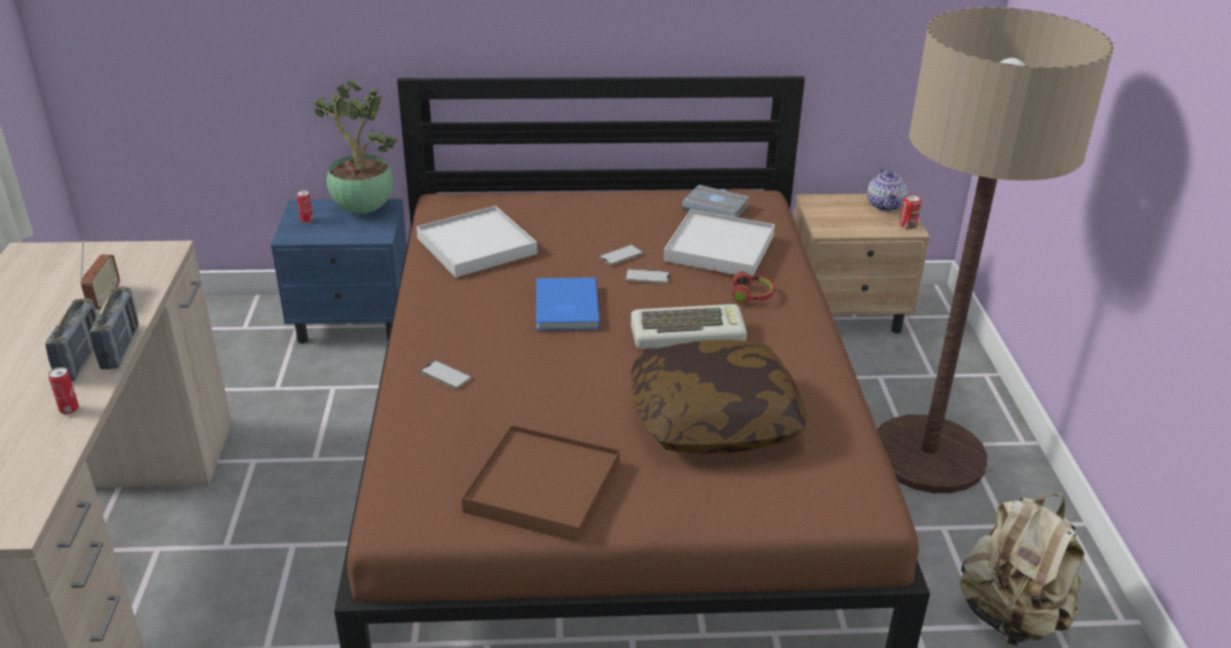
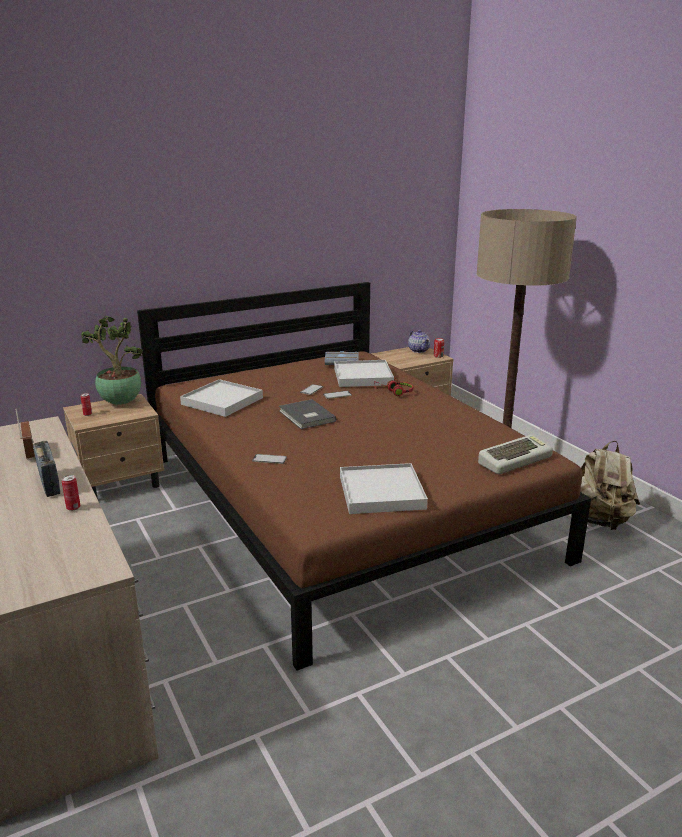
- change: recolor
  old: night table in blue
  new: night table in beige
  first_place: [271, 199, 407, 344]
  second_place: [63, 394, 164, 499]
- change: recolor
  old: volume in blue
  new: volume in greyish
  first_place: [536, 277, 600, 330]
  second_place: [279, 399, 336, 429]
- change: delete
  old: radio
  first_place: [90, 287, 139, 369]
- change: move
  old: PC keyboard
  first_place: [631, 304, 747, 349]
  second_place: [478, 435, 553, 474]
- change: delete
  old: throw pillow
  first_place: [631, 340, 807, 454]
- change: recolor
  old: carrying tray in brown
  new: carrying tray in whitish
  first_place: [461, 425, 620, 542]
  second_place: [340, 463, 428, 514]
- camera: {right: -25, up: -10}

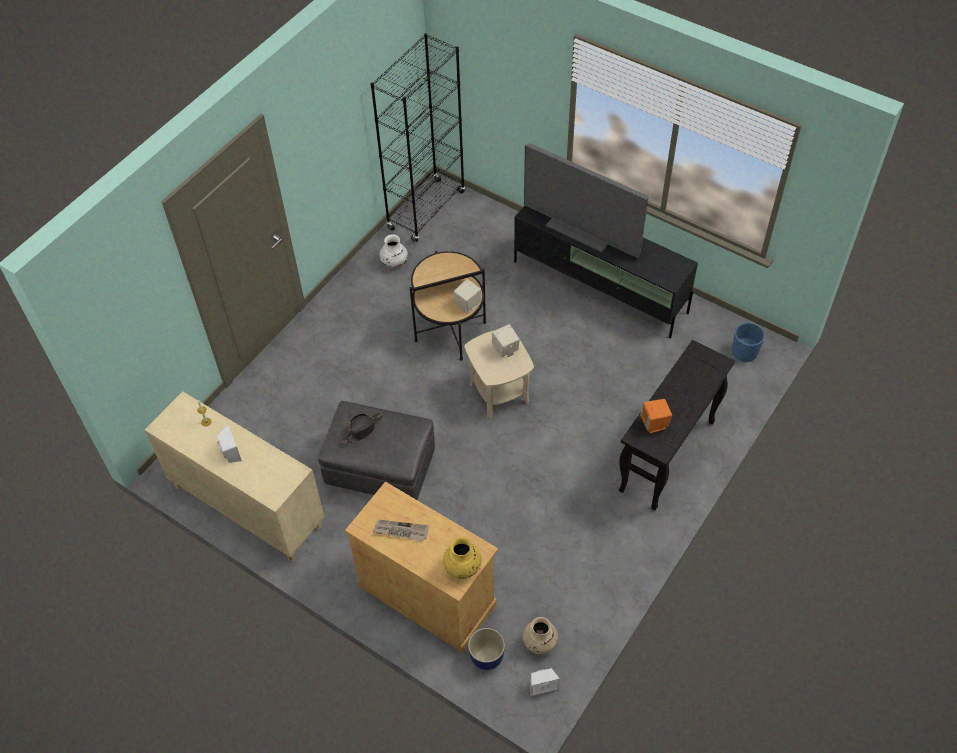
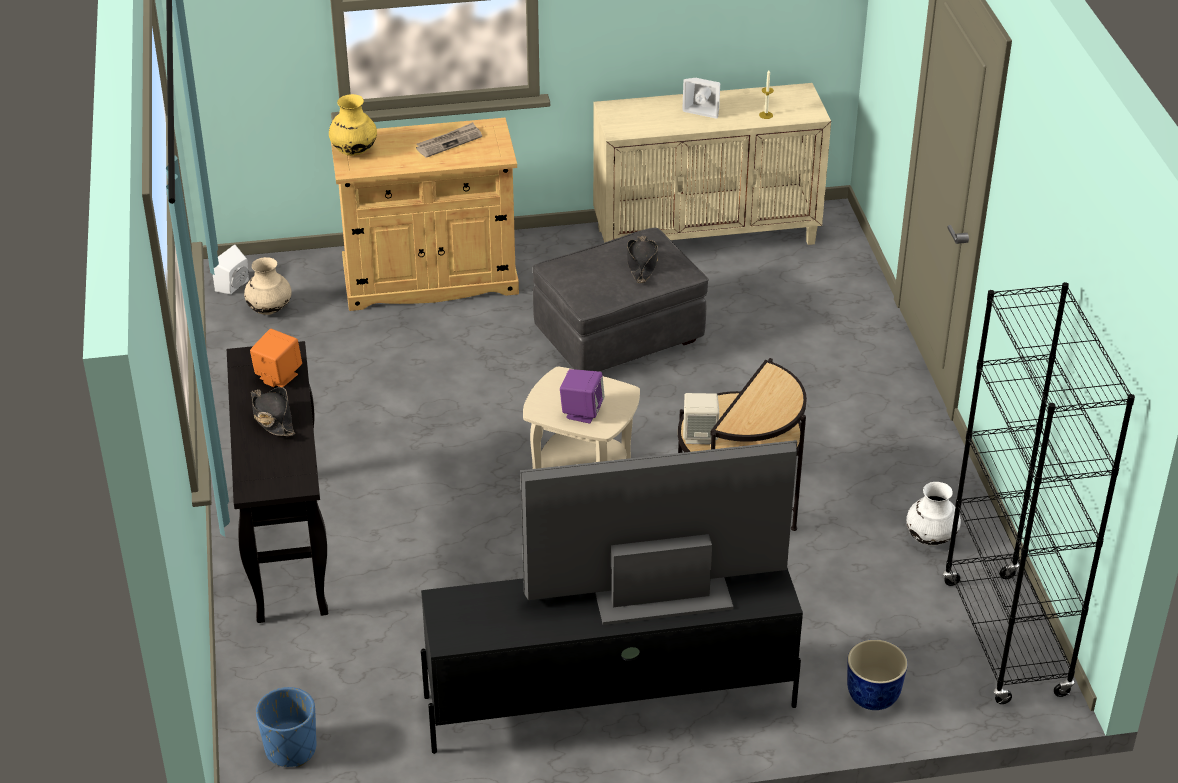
- change: recolor
  old: audio speaker in beige
  new: audio speaker in purple
  first_place: [492, 324, 520, 358]
  second_place: [560, 369, 605, 424]
- change: move
  old: flower pot
  first_place: [468, 628, 505, 670]
  second_place: [847, 640, 908, 710]
- change: insert
  new: clothing hat in black-coloured
  second_place: [251, 387, 295, 437]
- camera: {right: 135, up: -15}

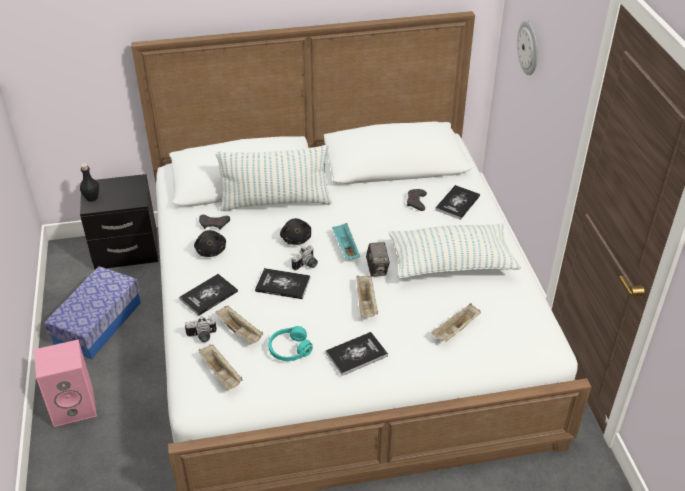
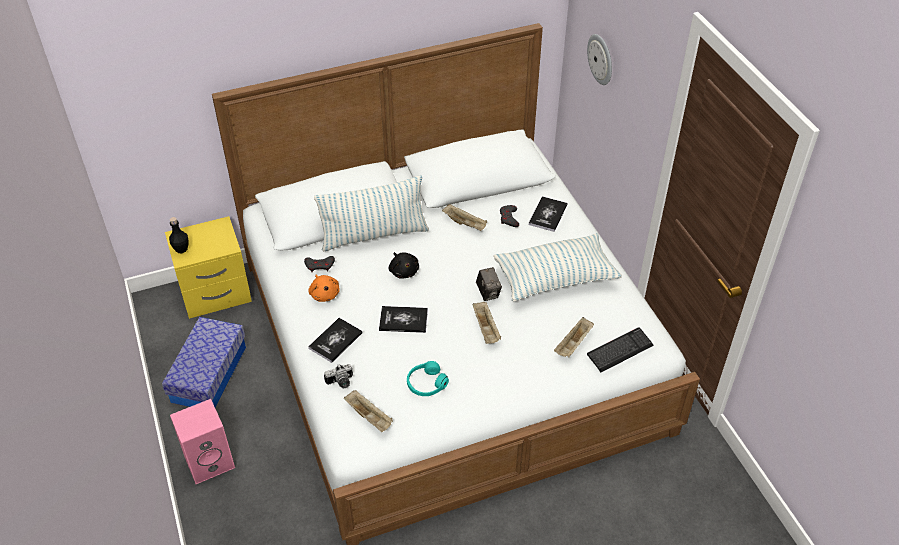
- change: recolor
  old: night table in black-coloured
  new: night table in yellowish
  first_place: [80, 174, 158, 269]
  second_place: [165, 216, 252, 319]
- change: delete
  old: carrying tray in turquoise-coloured
  first_place: [332, 223, 360, 259]
- change: recolor
  old: soft toy in black-coloured
  new: soft toy in orange-coloured
  first_place: [194, 230, 226, 257]
  second_place: [308, 274, 340, 302]
- change: delete
  old: photo camera
  first_place: [292, 245, 318, 270]
- change: move
  old: carrying tray in beige
  first_place: [215, 306, 263, 344]
  second_place: [442, 204, 487, 231]
- change: delete
  old: volume
  first_place: [326, 332, 388, 376]
- change: insert
  new: PC keyboard
  second_place: [587, 327, 654, 372]
- camera: {right: -10, up: 5}

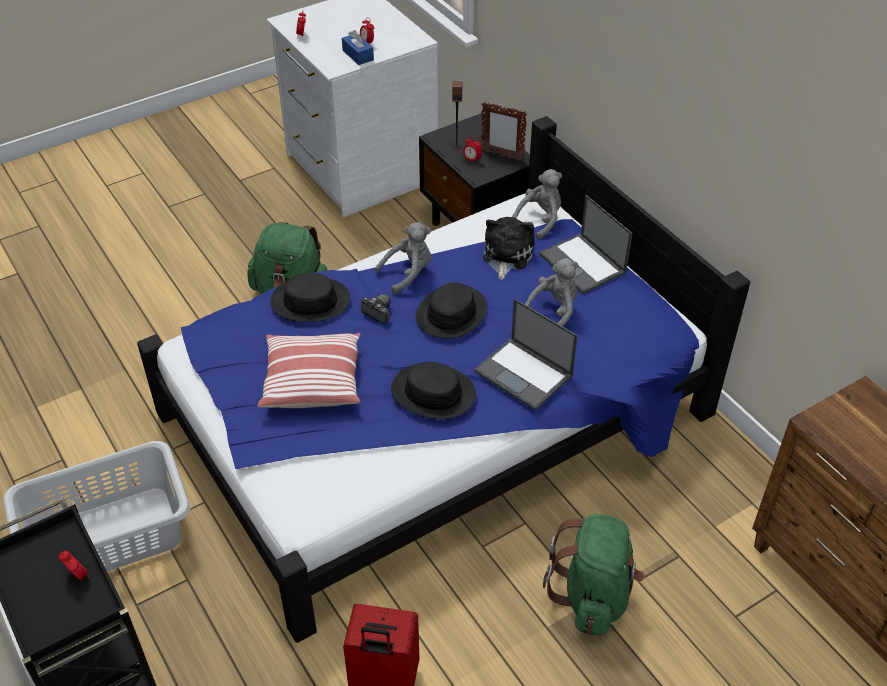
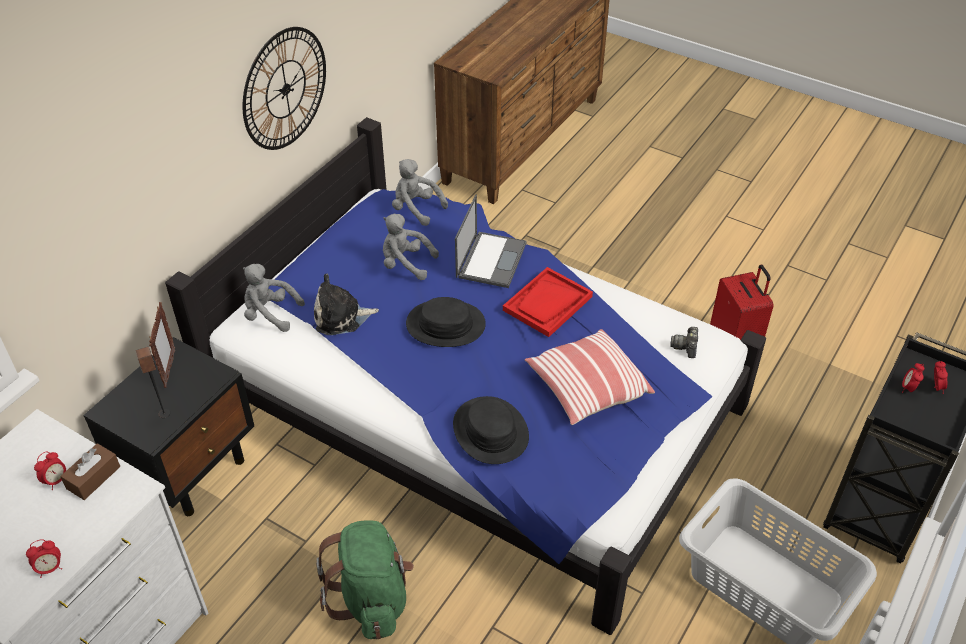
- change: recolor
  old: tissue holder in blue
  new: tissue holder in brown
  first_place: [342, 30, 374, 65]
  second_place: [60, 443, 120, 500]
- change: move
  old: table clock
  first_place: [463, 136, 482, 163]
  second_place: [934, 361, 948, 394]
- change: delete
  old: laptop
  first_place: [539, 195, 632, 294]
- change: move
  old: soft toy in greyish
  first_place: [375, 222, 431, 294]
  second_place: [392, 159, 448, 226]
- change: move
  old: photo camera
  first_place: [361, 294, 391, 324]
  second_place: [670, 327, 698, 358]
- change: replace
  old: clothing hat in black-coloured
  new: carrying tray in red
  first_place: [391, 362, 476, 419]
  second_place: [503, 267, 593, 337]
- change: delete
  old: rucksack in greenish
  first_place: [543, 514, 645, 636]
- change: insert
  new: hanging clock
  second_place: [243, 27, 326, 150]
- camera: {right: -115, up: 0}

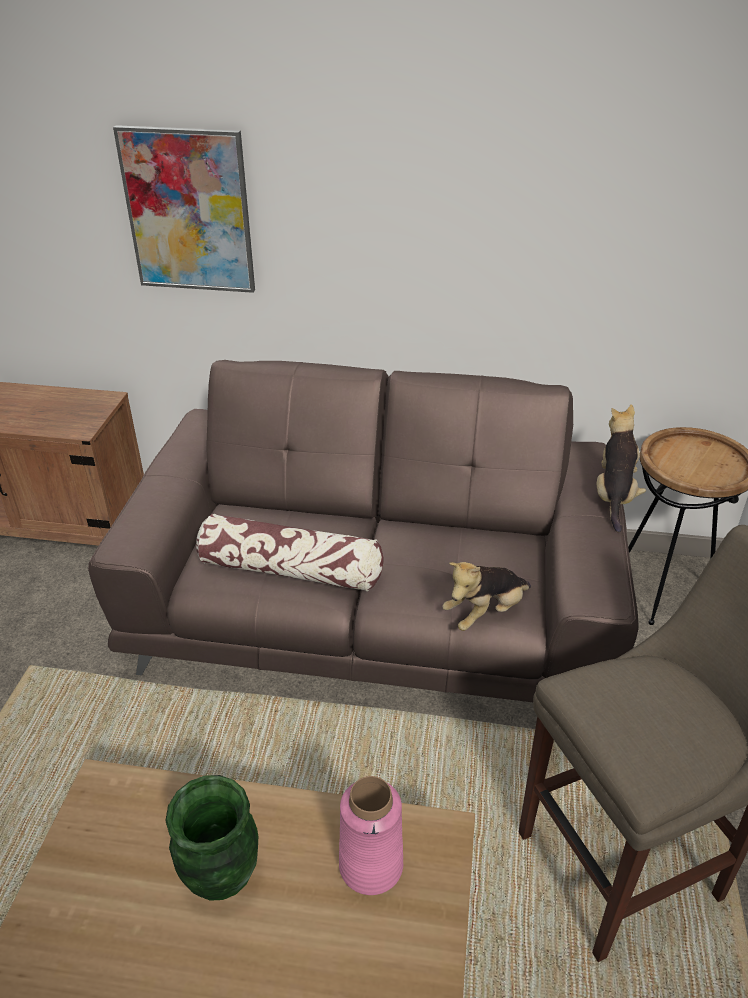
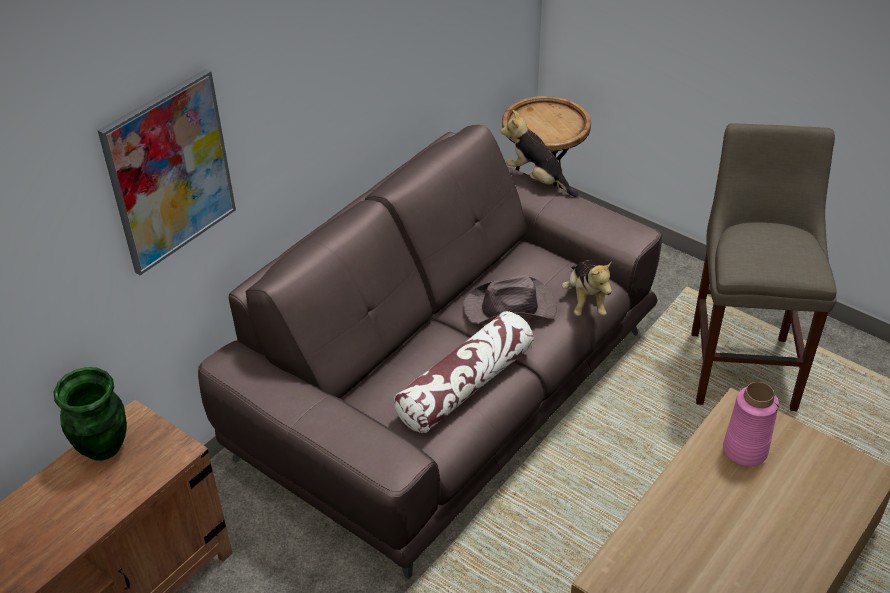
- change: move
  old: decorative vase in greenish
  first_place: [166, 775, 258, 901]
  second_place: [54, 367, 127, 461]
- change: insert
  new: clothing hat in brown
  second_place: [463, 275, 557, 324]
- camera: {right: -60, up: 5}

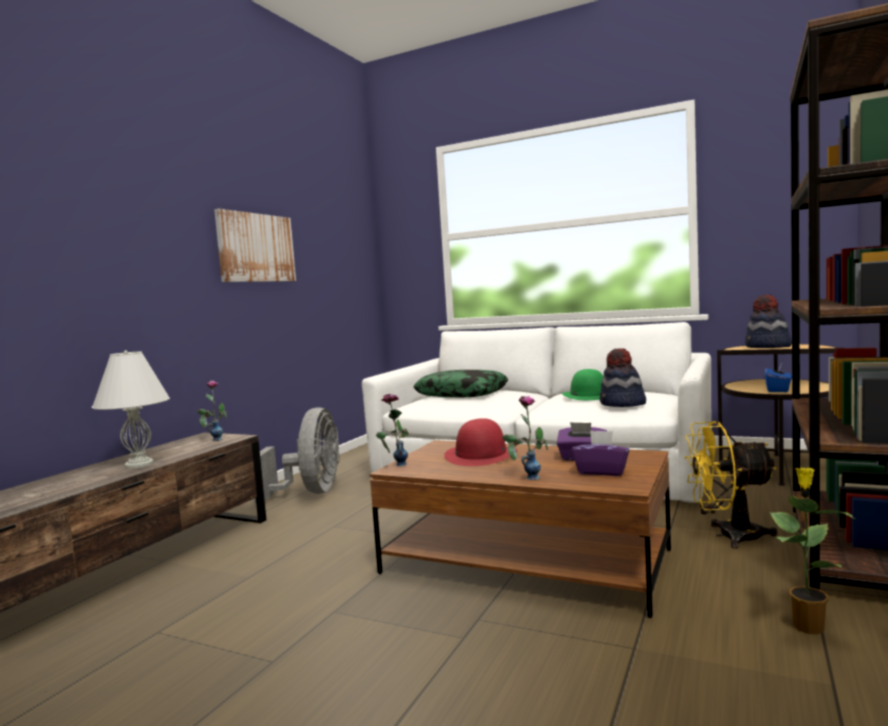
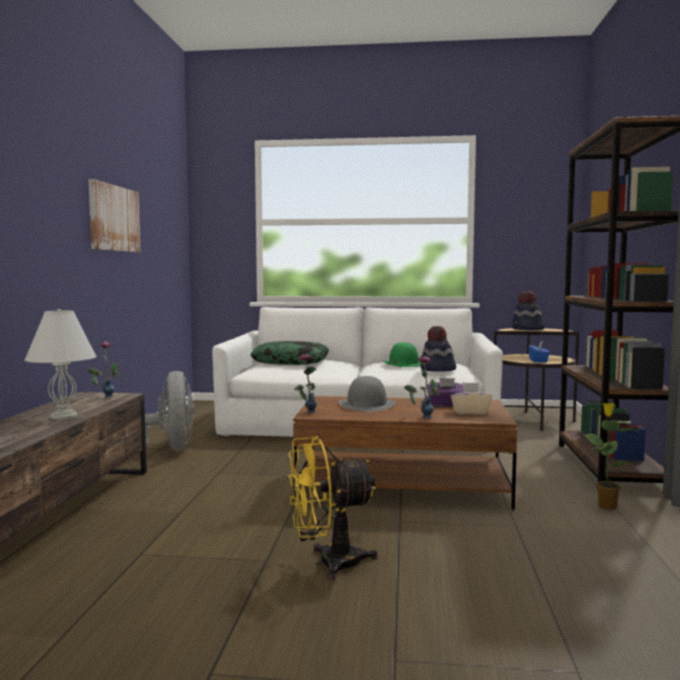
- change: recolor
  old: clothing hat in red
  new: clothing hat in greyish
  first_place: [444, 418, 518, 466]
  second_place: [338, 376, 396, 412]
- change: move
  old: electric fan in yellowish
  first_place: [684, 421, 777, 549]
  second_place: [288, 436, 378, 580]
- change: recolor
  old: tissue holder in purple
  new: tissue holder in beige
  first_place: [572, 430, 630, 476]
  second_place: [451, 382, 492, 415]
- camera: {right: -20, up: 0}

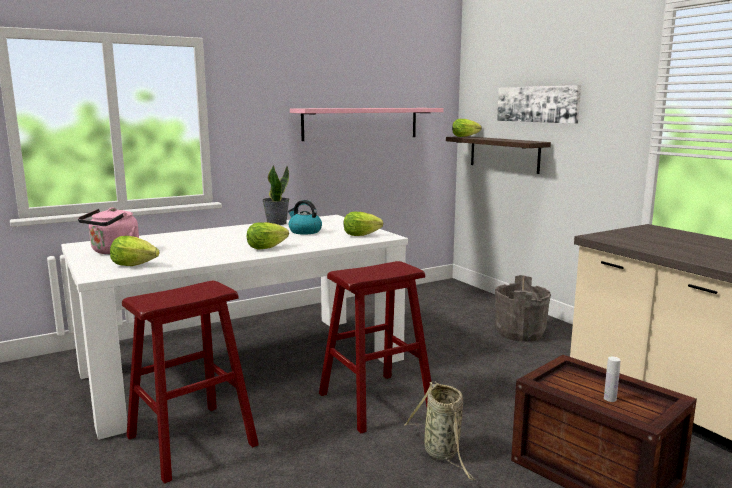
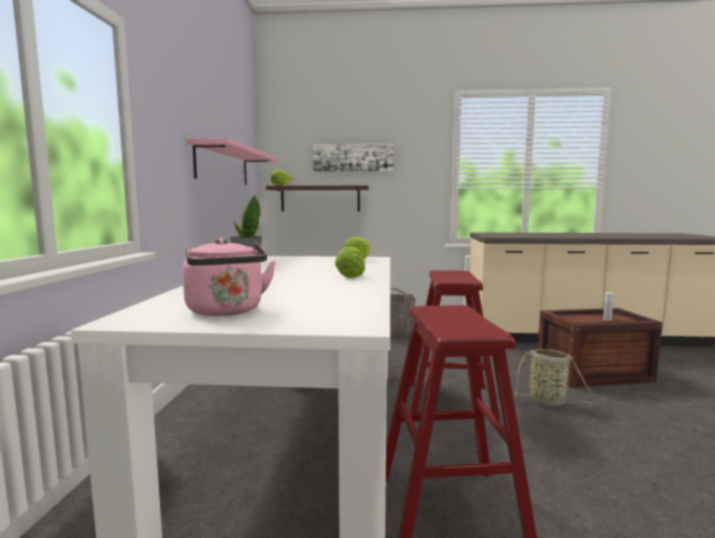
- change: delete
  old: water kettle
  first_place: [288, 200, 322, 235]
- change: delete
  old: lettuce
  first_place: [110, 236, 159, 266]
- camera: {right: -55, up: -5}

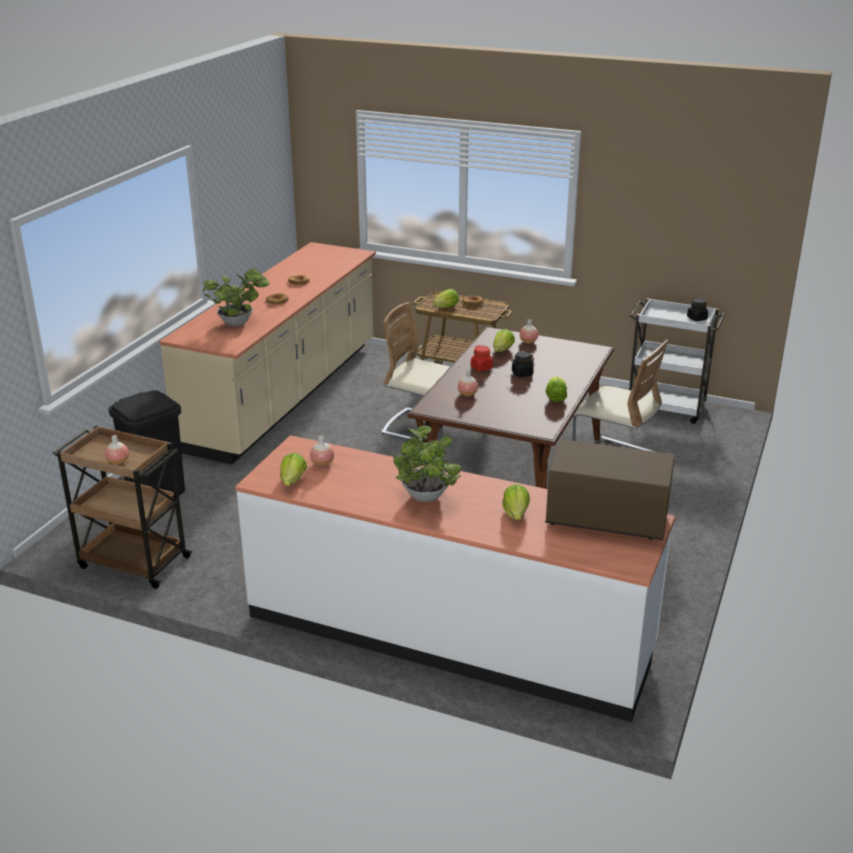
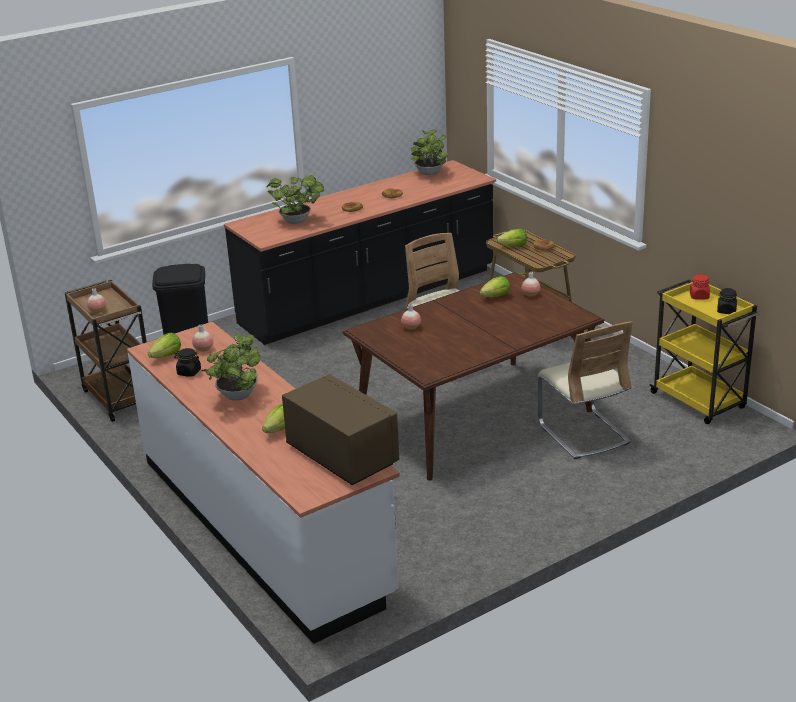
- change: recolor
  old: kitchen base unit in beige
  new: kitchen base unit in black-coloured
  first_place: [159, 242, 376, 465]
  second_place: [224, 160, 496, 345]
- change: recolor
  old: cart in whitish
  new: cart in yellowish
  first_place: [629, 298, 725, 424]
  second_place: [649, 279, 761, 424]
- change: move
  old: jar in red
  first_place: [471, 345, 493, 371]
  second_place: [690, 274, 710, 300]
- change: move
  old: jar in black-coloured
  first_place: [511, 351, 535, 377]
  second_place: [174, 348, 201, 377]
- change: delete
  old: lettuce
  first_place: [546, 376, 567, 402]
- change: insert
  new: potted plant
  second_place: [410, 130, 449, 175]
- camera: {right: 35, up: 0}

